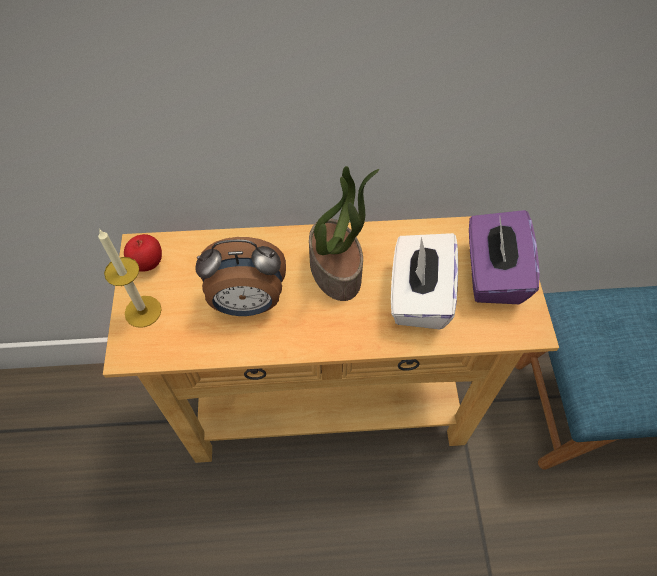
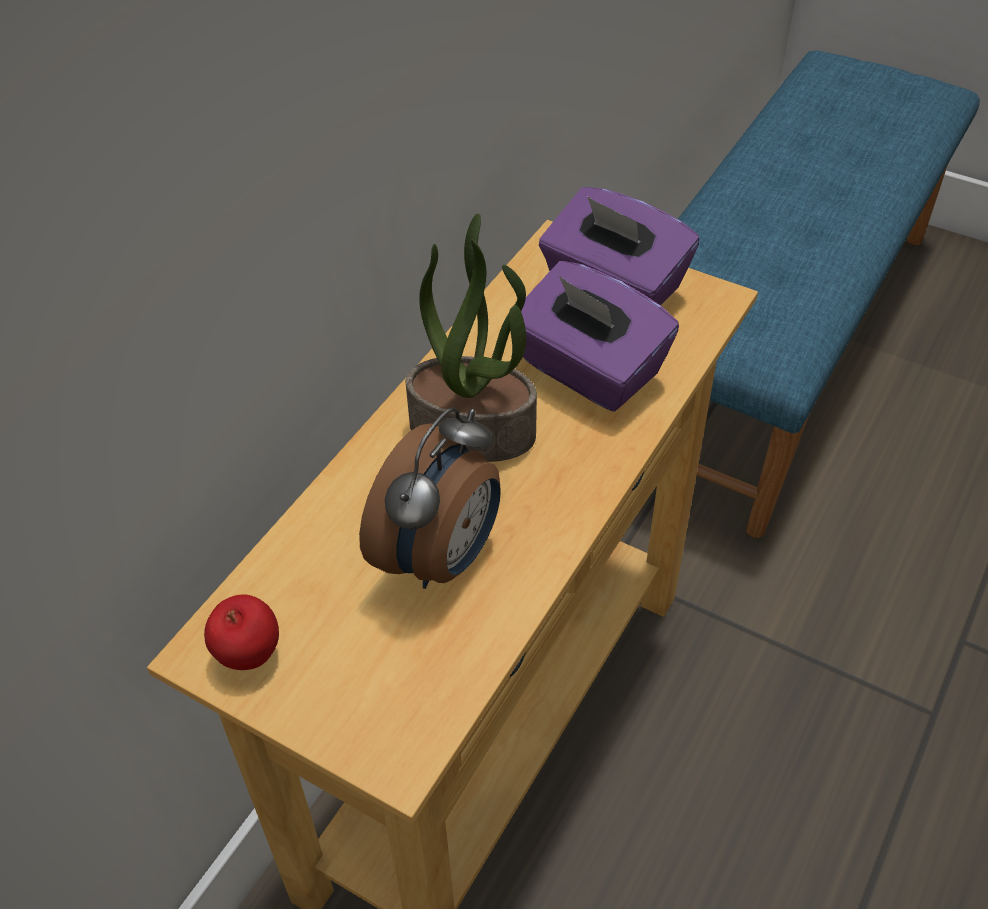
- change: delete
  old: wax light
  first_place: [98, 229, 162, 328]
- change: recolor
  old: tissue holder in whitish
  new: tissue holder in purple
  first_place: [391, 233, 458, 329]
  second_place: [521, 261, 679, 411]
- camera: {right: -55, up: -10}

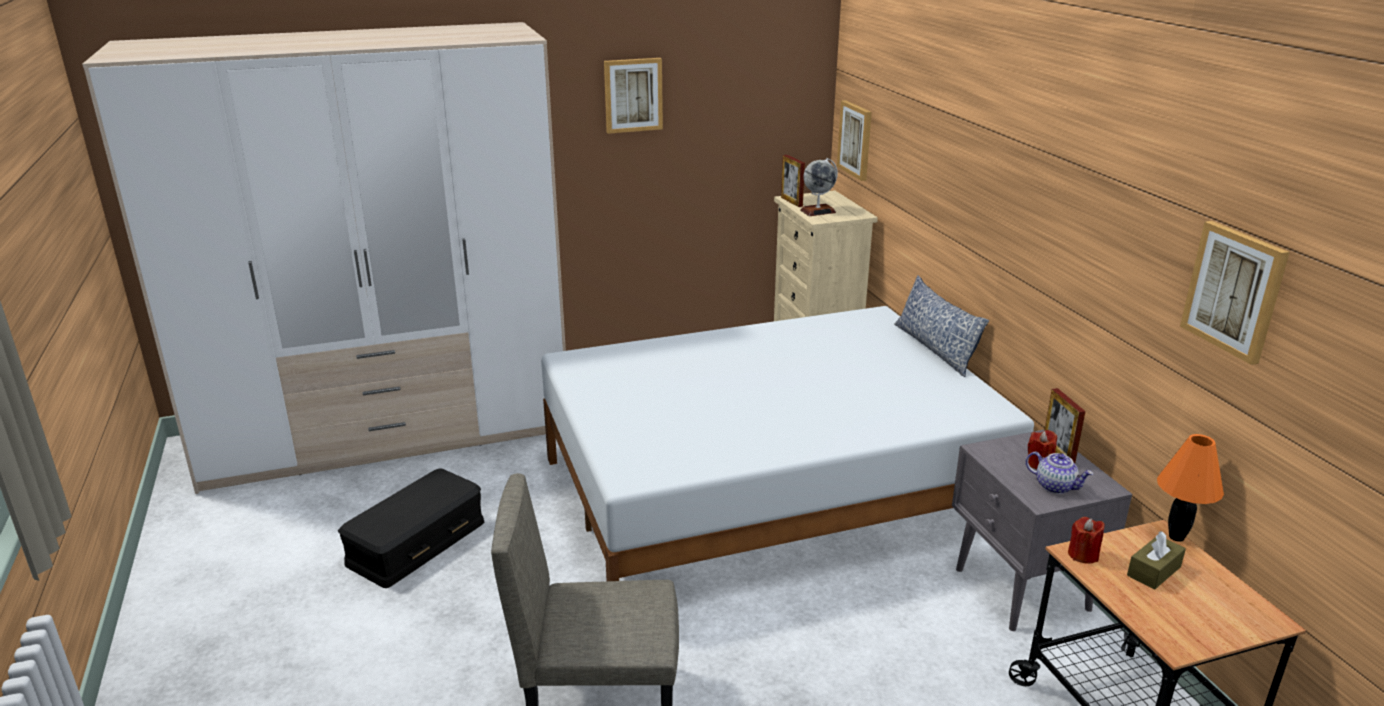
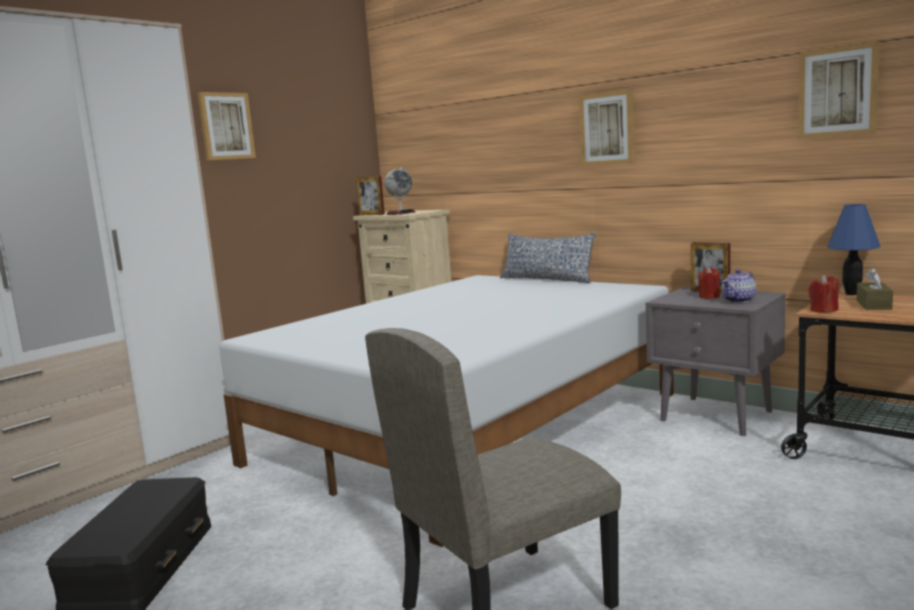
- change: move
  old: wall art
  first_place: [837, 100, 872, 181]
  second_place: [579, 90, 635, 166]
- change: recolor
  old: lamp for a table in orange-coloured
  new: lamp for a table in blue
  first_place: [1157, 434, 1224, 542]
  second_place: [827, 204, 881, 295]
- change: rotate
  old: pot for tea
  first_place: [1026, 452, 1093, 494]
  second_place: [722, 269, 756, 303]
  degrees: 135
- camera: {right: -30, up: -15}

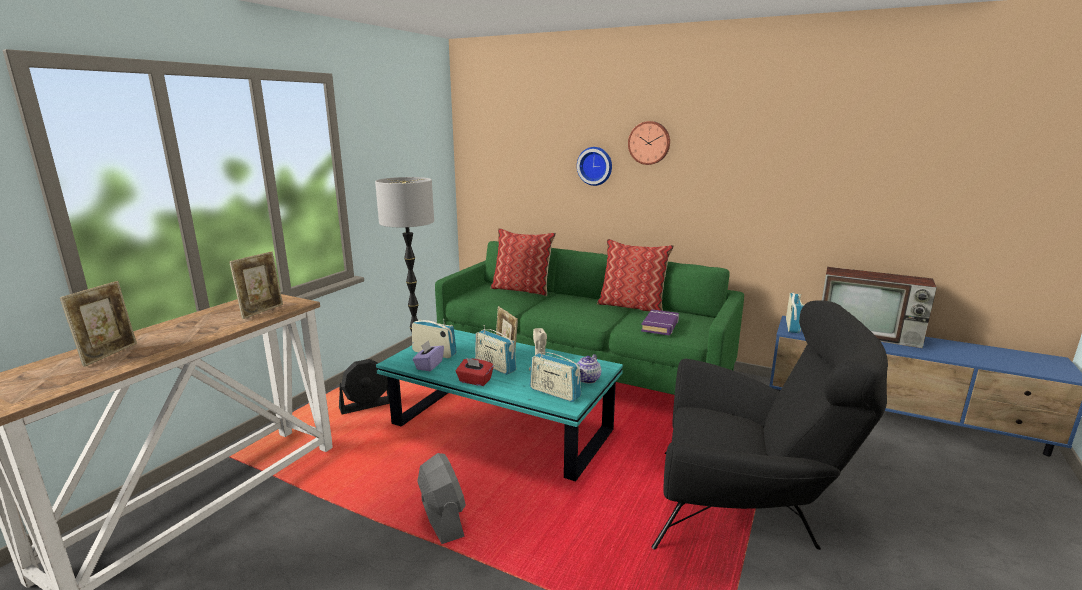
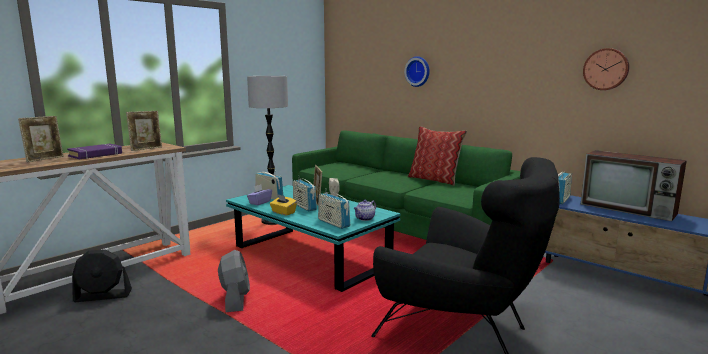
- change: move
  old: hanging clock
  first_place: [628, 121, 670, 165]
  second_place: [583, 48, 629, 90]
- change: delete
  old: throw pillow
  first_place: [490, 228, 556, 296]
- change: move
  old: volume in purple
  first_place: [641, 309, 679, 335]
  second_place: [67, 144, 122, 159]
- change: recolor
  old: tissue holder in red
  new: tissue holder in yellowish
  first_place: [456, 358, 494, 386]
  second_place: [270, 194, 297, 216]
- change: move
  old: electric fan in black-coloured
  first_place: [339, 359, 390, 414]
  second_place: [72, 249, 132, 302]
- camera: {right: 15, up: -5}

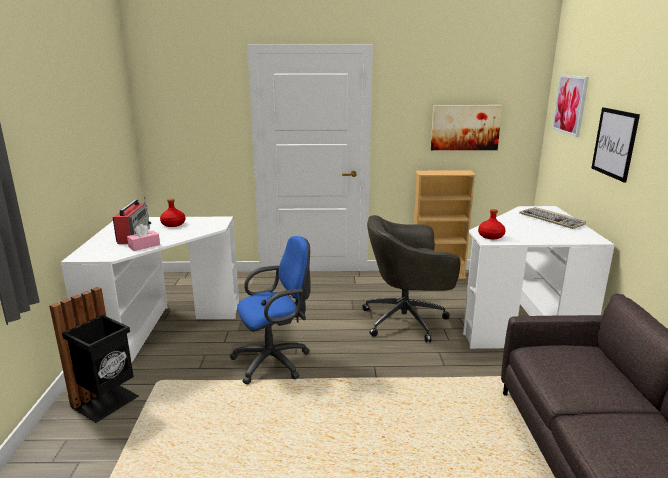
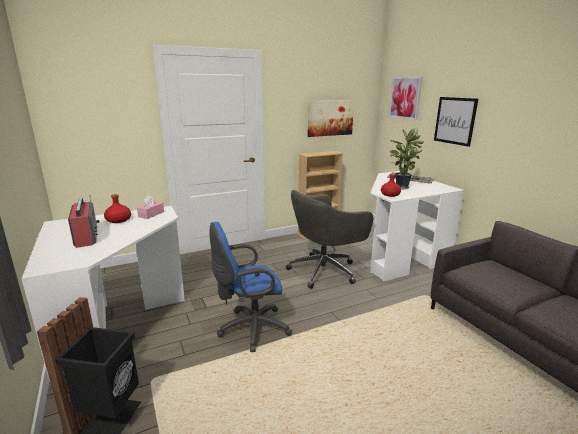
- change: move
  old: tissue holder in pink
  first_place: [127, 224, 160, 251]
  second_place: [137, 195, 164, 219]
- change: rotate
  old: computer chair in blue
  first_place: [230, 236, 311, 385]
  second_place: [210, 222, 292, 352]
  degrees: -150
- change: insert
  new: potted plant
  second_place: [390, 128, 424, 189]
- camera: {right: -25, up: 0}

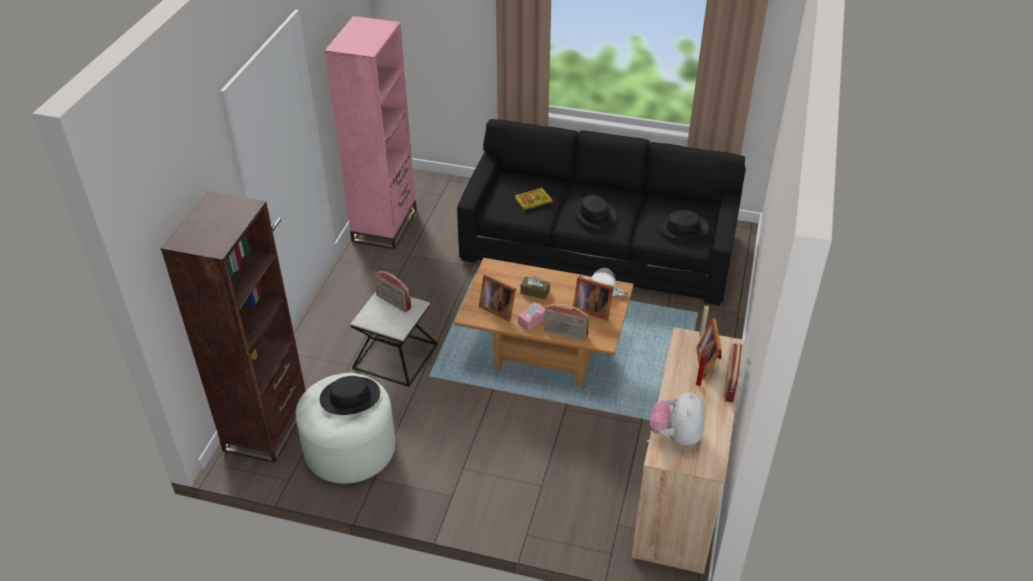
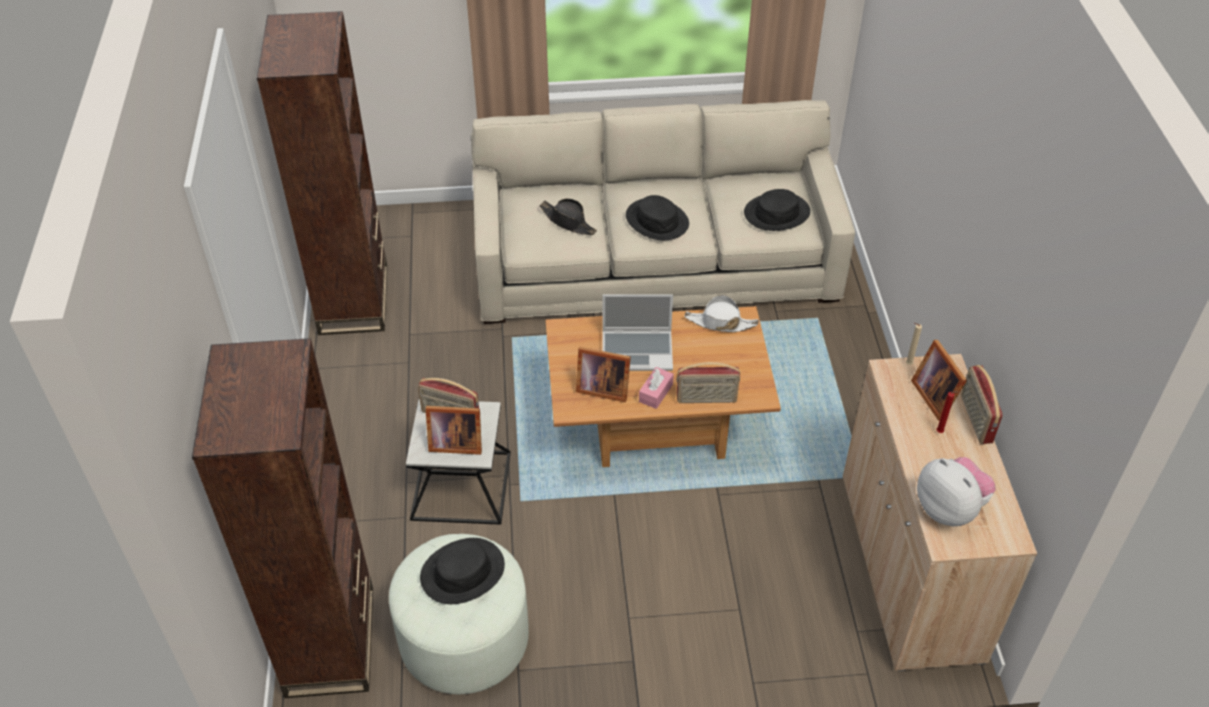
- change: recolor
  old: bookcase in pink
  new: bookcase in brown
  first_place: [325, 16, 416, 249]
  second_place: [257, 11, 387, 335]
- change: recolor
  old: couch in black-coloured
  new: couch in beige
  first_place: [457, 119, 746, 306]
  second_place: [471, 100, 855, 324]
- change: replace
  old: volume
  new: clothing hat in black-coloured
  first_place: [515, 188, 553, 210]
  second_place: [540, 198, 597, 235]
- change: replace
  old: tissue holder in brown
  new: laptop
  first_place: [520, 276, 550, 299]
  second_place: [603, 295, 673, 371]
- change: move
  old: picture frame
  first_place: [573, 276, 614, 320]
  second_place: [425, 406, 482, 455]
- change: rotate
  old: soft toy
  first_place: [650, 392, 705, 446]
  second_place: [917, 457, 996, 526]
  degrees: 150
- camera: {right: -20, up: 5}

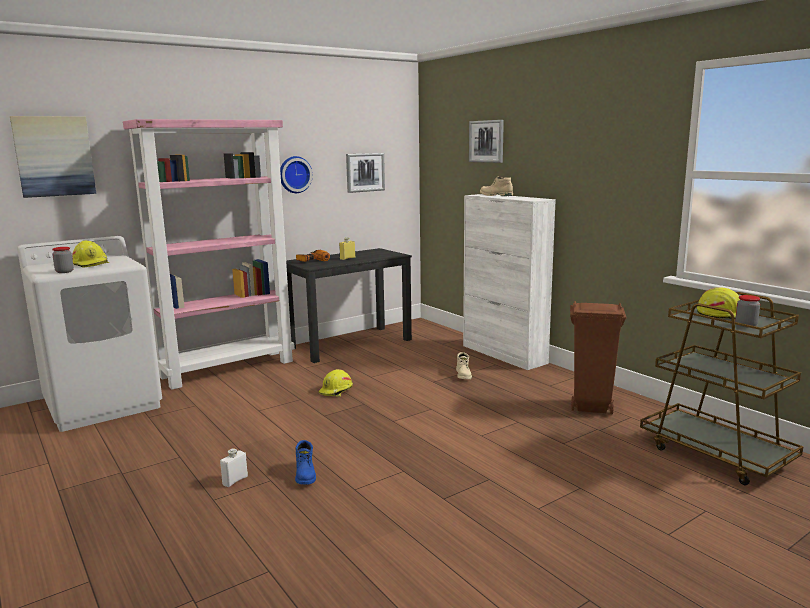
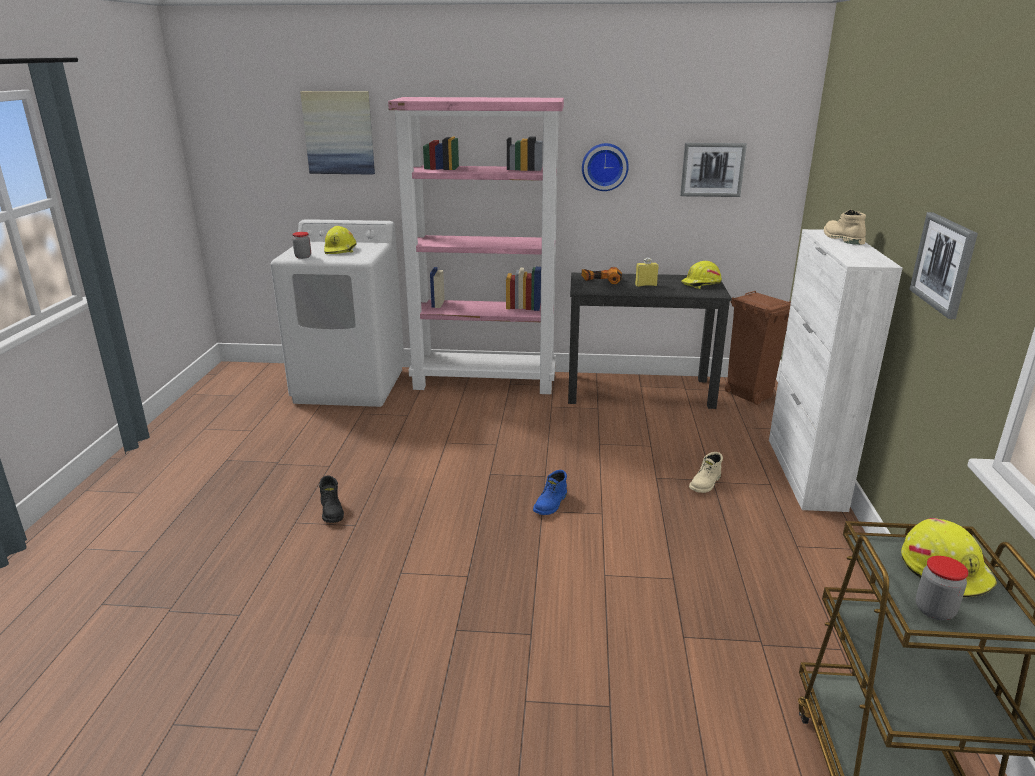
- change: move
  old: wall art
  first_place: [469, 120, 504, 163]
  second_place: [909, 212, 978, 319]
- change: move
  old: waste bin in brown
  first_place: [570, 301, 626, 414]
  second_place: [725, 291, 791, 405]
- change: move
  old: hard hat in yellowish
  first_place: [318, 369, 353, 397]
  second_place: [681, 261, 722, 289]
- change: move
  old: tall boot in blue
  first_place: [295, 440, 316, 485]
  second_place: [533, 470, 567, 515]
- change: replace
  old: bottle in whitish
  new: tall boot in black-coloured
  first_place: [220, 448, 248, 487]
  second_place: [319, 476, 344, 523]
- camera: {right: 40, up: 10}

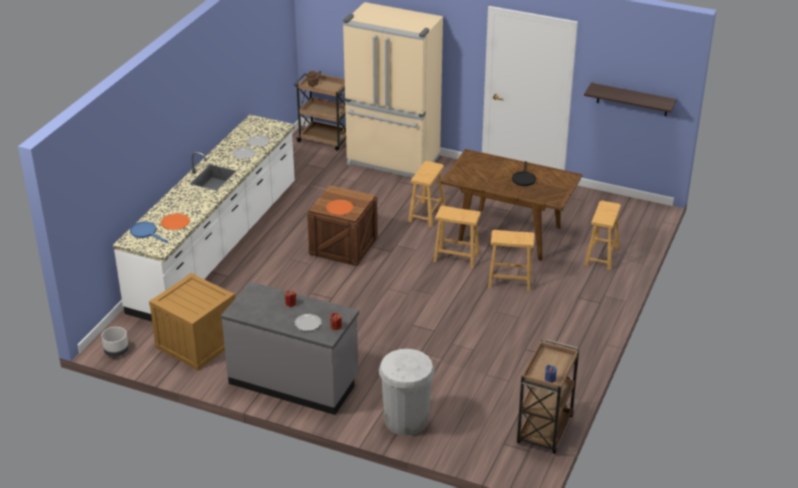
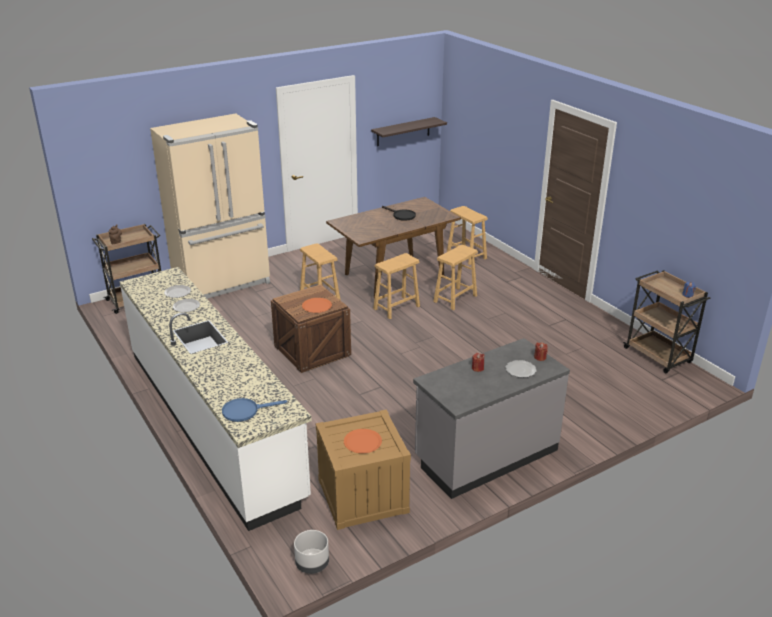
- change: move
  old: plate in orange-coloured
  first_place: [161, 213, 190, 230]
  second_place: [344, 429, 382, 453]
- change: delete
  old: waste bin in whitish
  first_place: [379, 349, 435, 435]
- camera: {right: -55, up: -5}

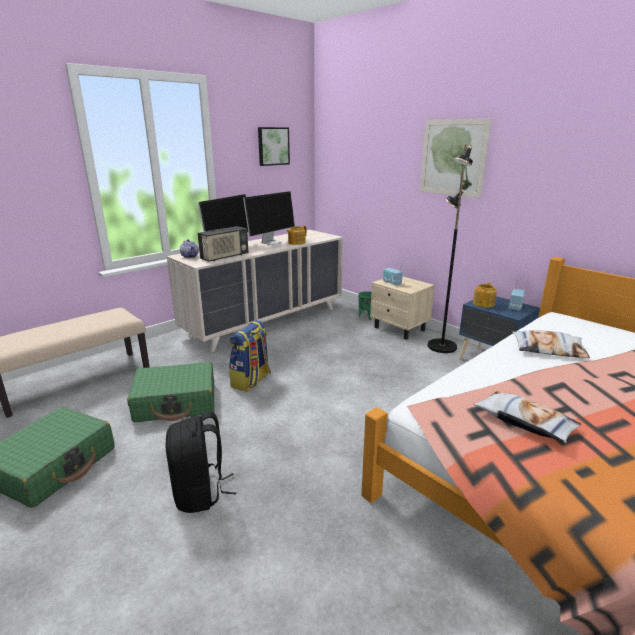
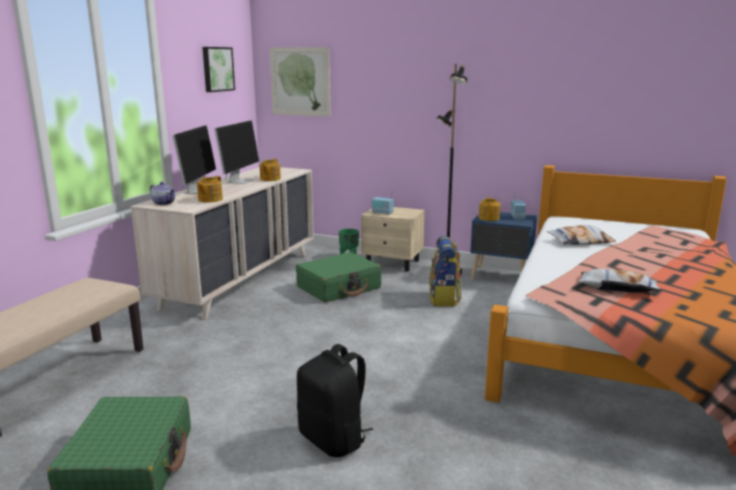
- change: move
  old: wall art
  first_place: [420, 119, 492, 198]
  second_place: [270, 47, 330, 117]
- change: replace
  old: radio
  new: pot for tea
  first_place: [198, 226, 248, 262]
  second_place: [197, 176, 223, 202]
- change: move
  old: rucksack
  first_place: [229, 320, 271, 392]
  second_place: [429, 236, 461, 307]
- change: move
  old: travel case in greenish
  first_place: [127, 362, 215, 422]
  second_place: [296, 252, 381, 302]
- camera: {right: -25, up: -5}

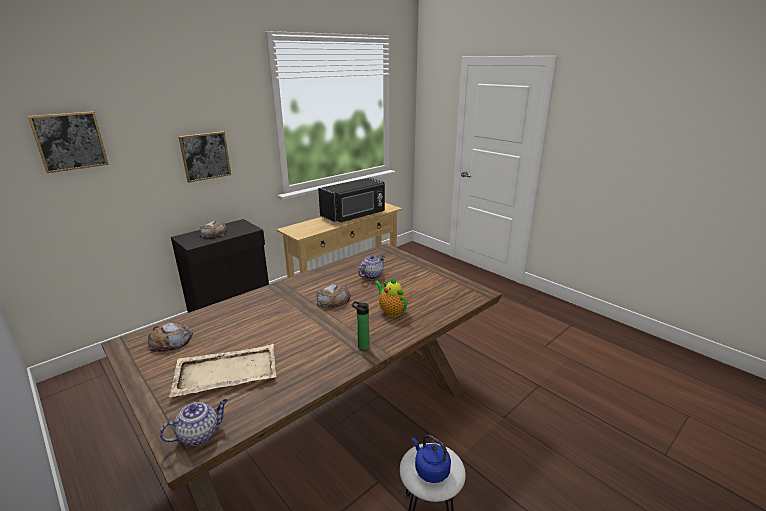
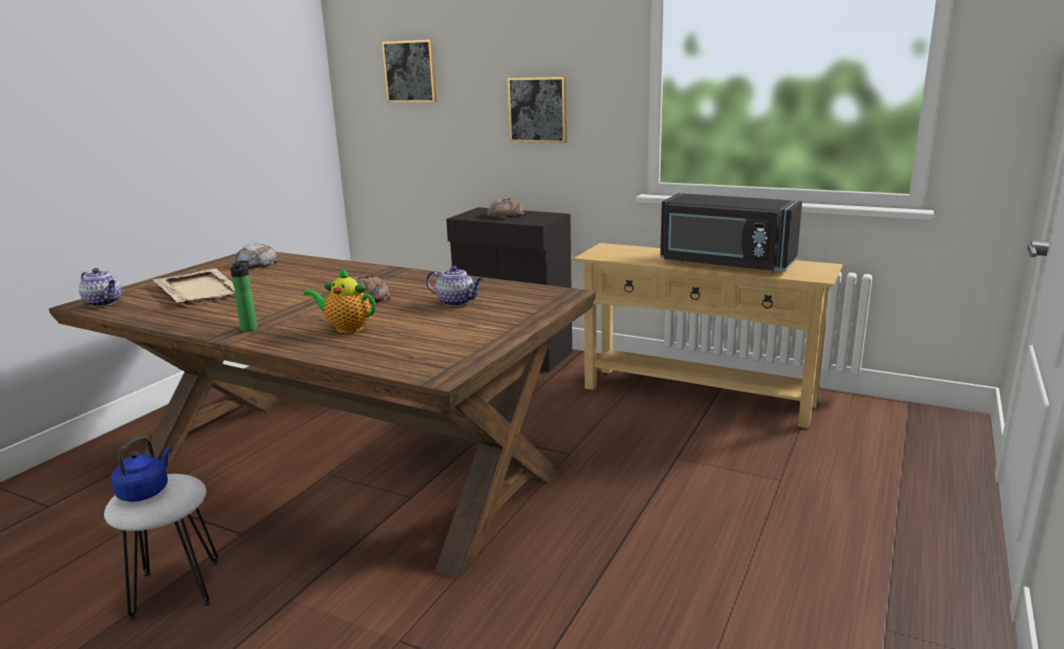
- change: rotate
  old: pot for tea
  first_place: [374, 277, 408, 317]
  second_place: [304, 268, 376, 333]
  degrees: -105
- camera: {right: 70, up: -5}

